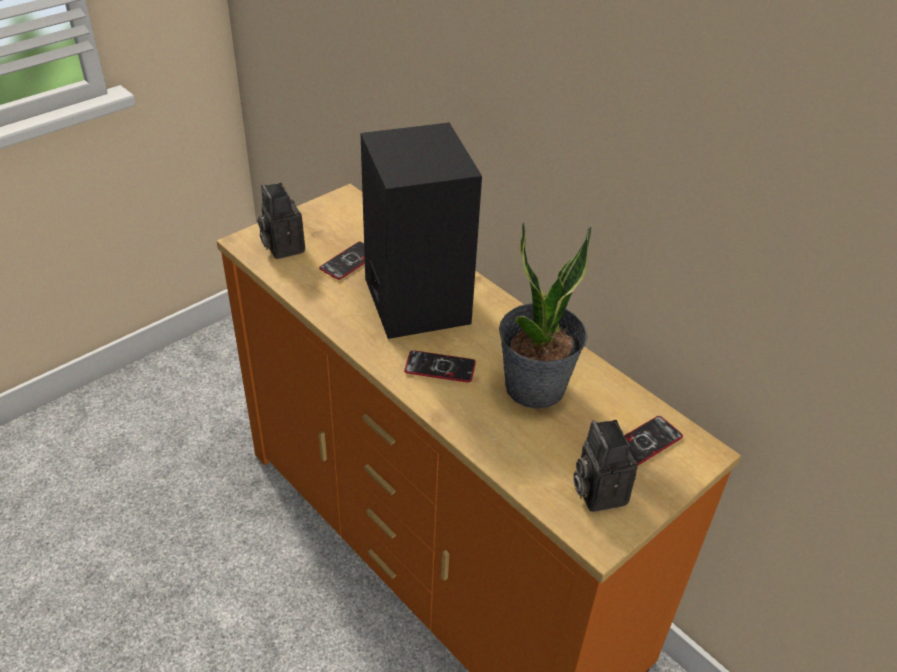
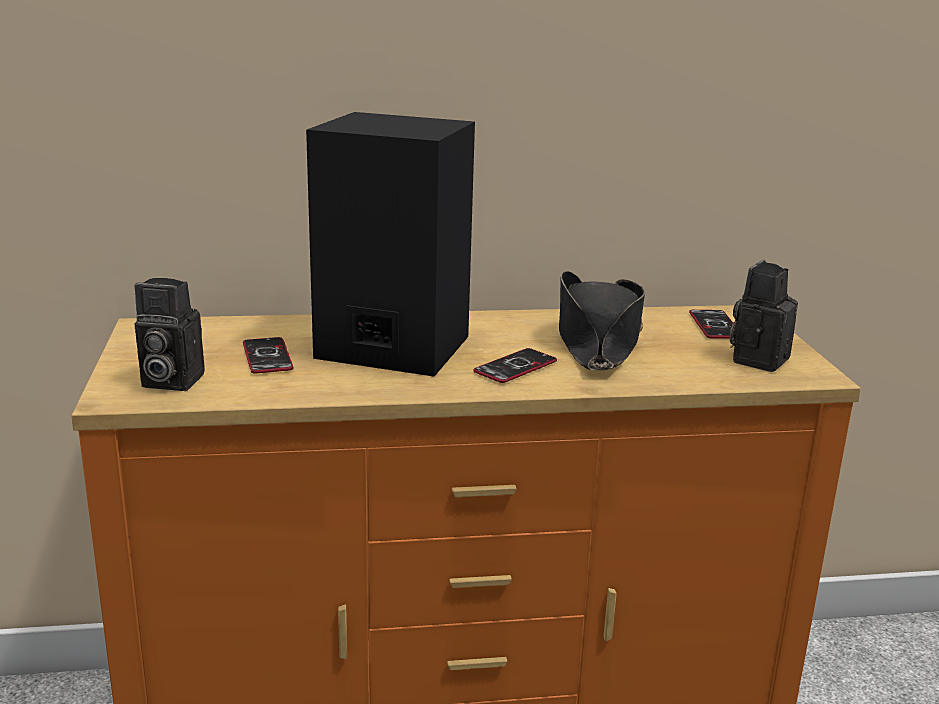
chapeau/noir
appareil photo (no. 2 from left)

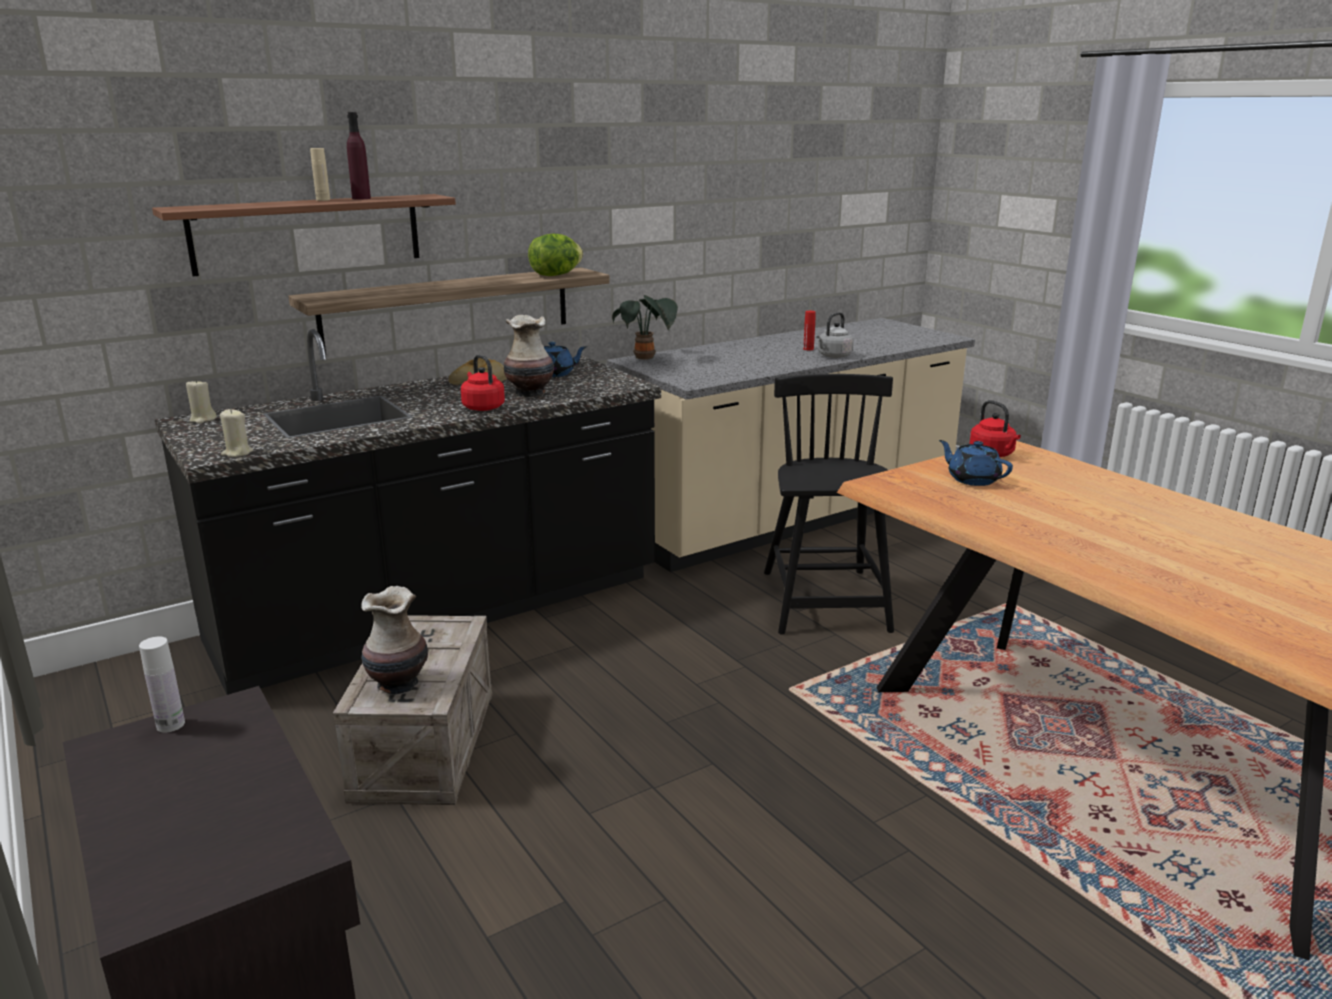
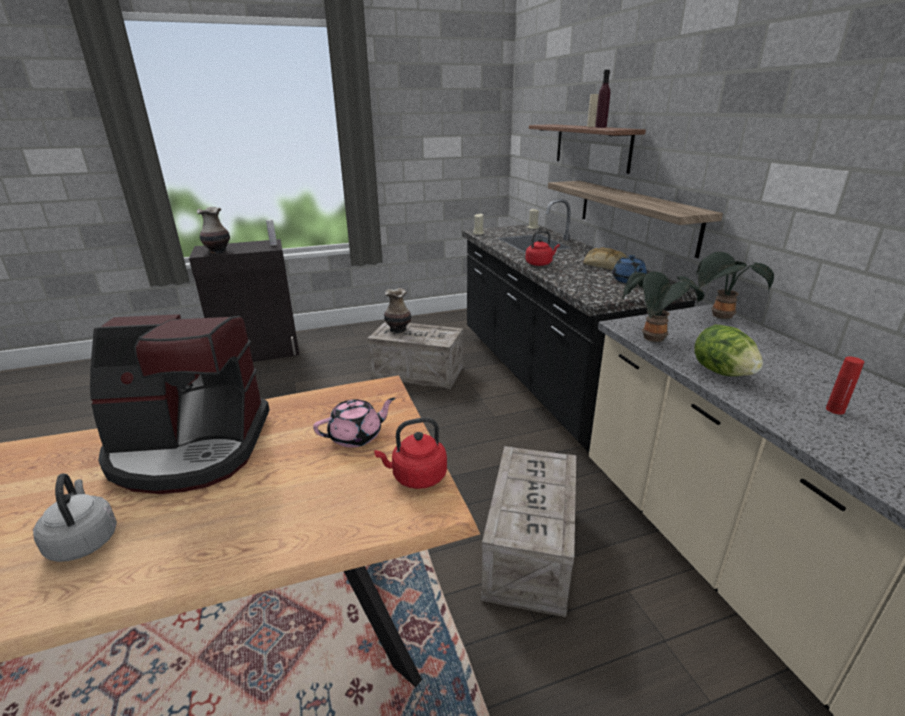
vase (no. 1 from left)
laitue
caisse (no. 2 from left)
bouilloire/gris
théière/rose
machine à café
plante en pot (no. 1 from left)

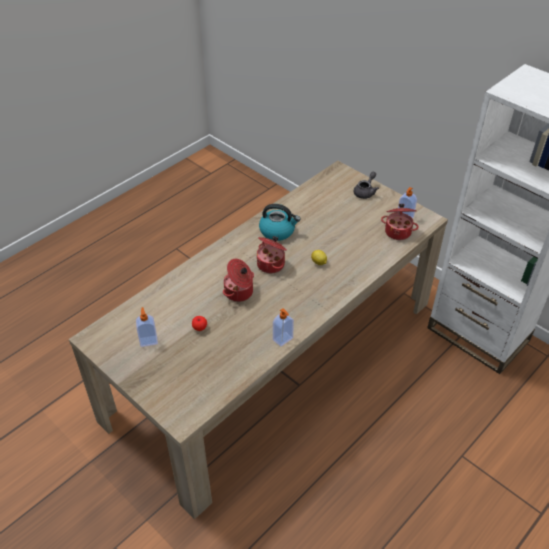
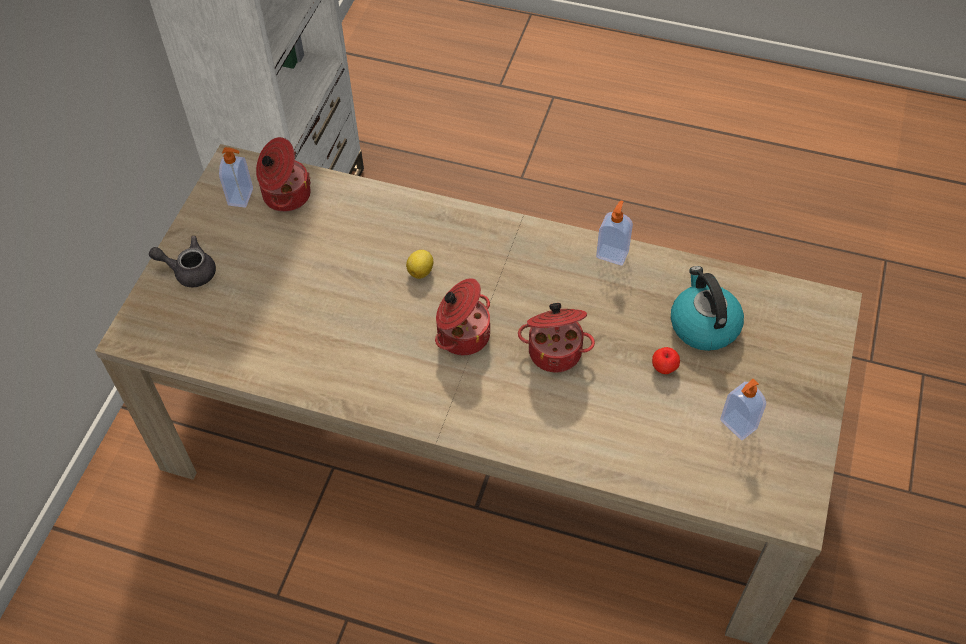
bouilloire

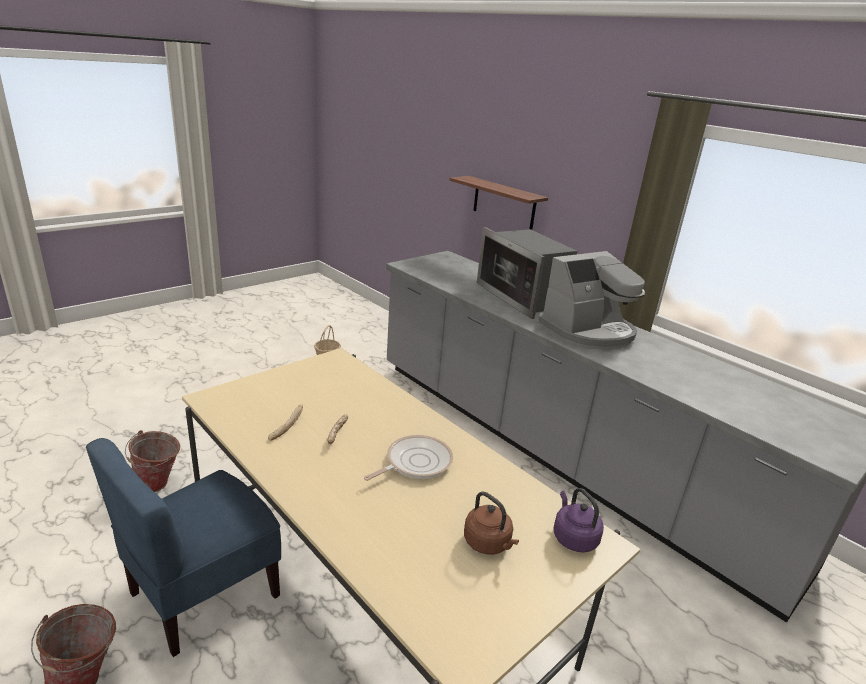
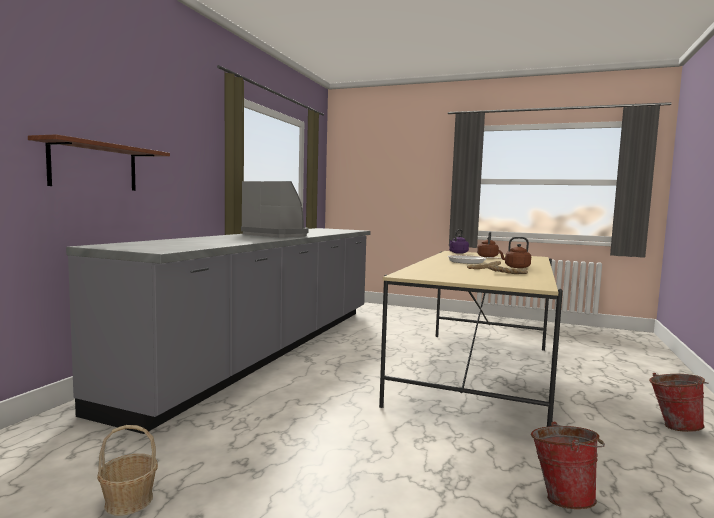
chaise/bleu
micro-ondes
bouilloire/marron (no. 2 from left)

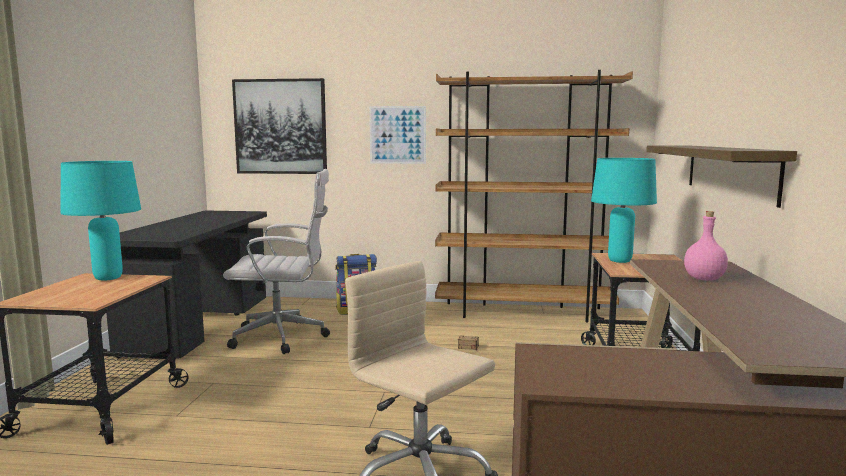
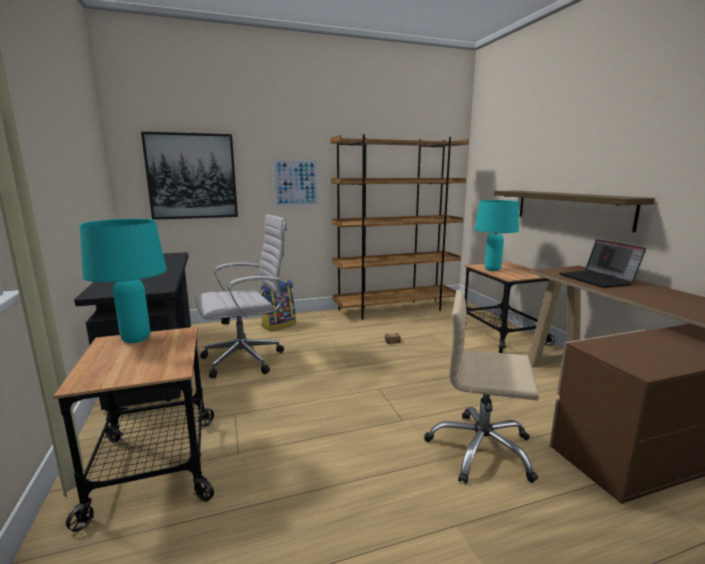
ordinateur portable

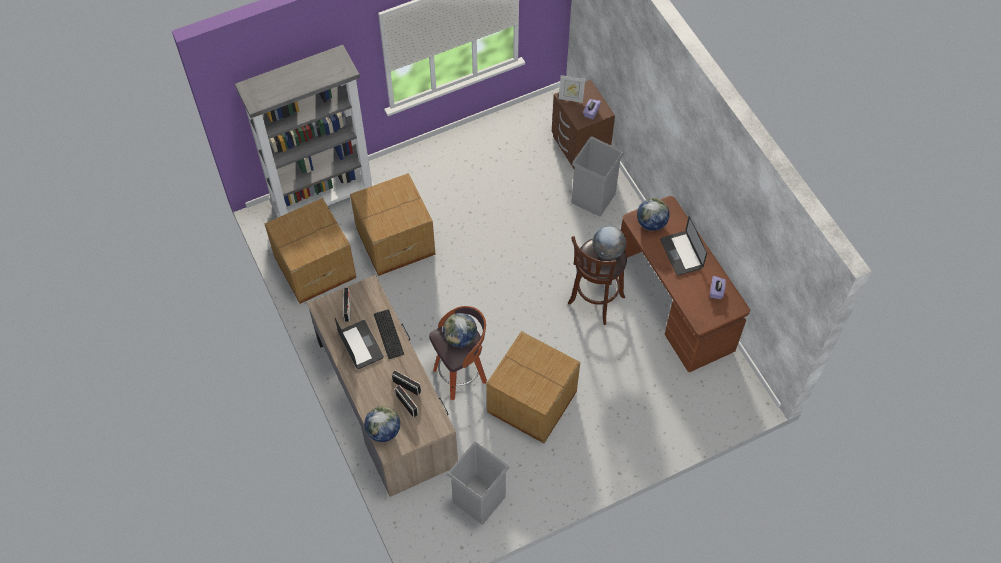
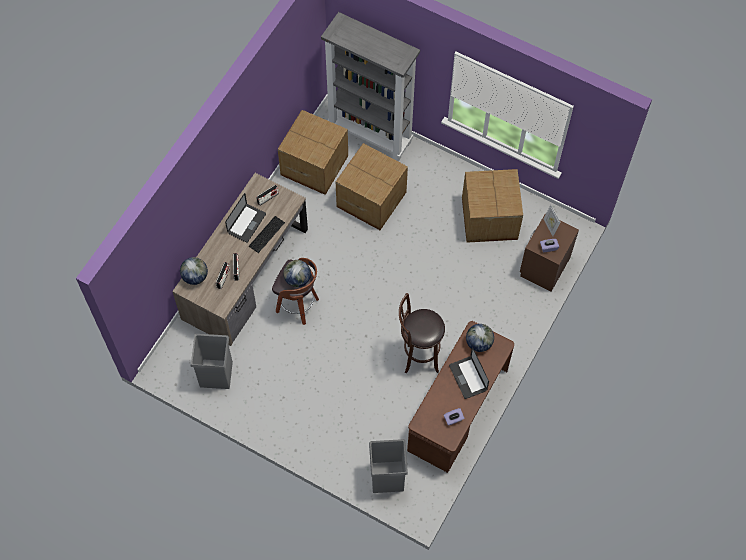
carton (no. 3 from left)
poubelle/gris (no. 2 from left)
globe (no. 3 from left in the first image)
ordinateur portable (no. 2 from left)

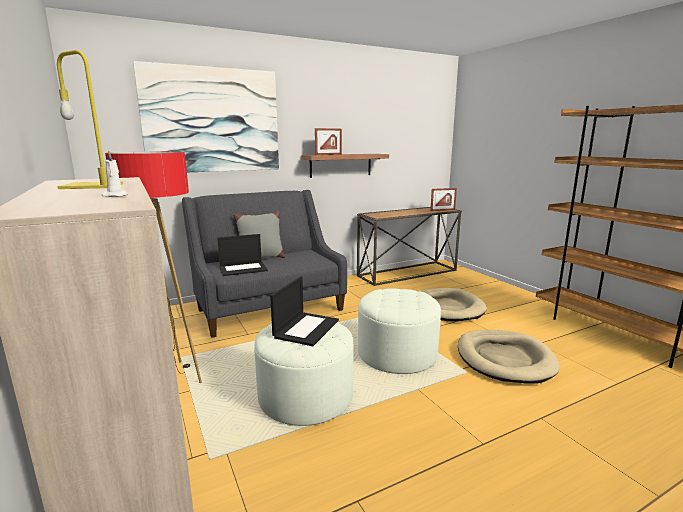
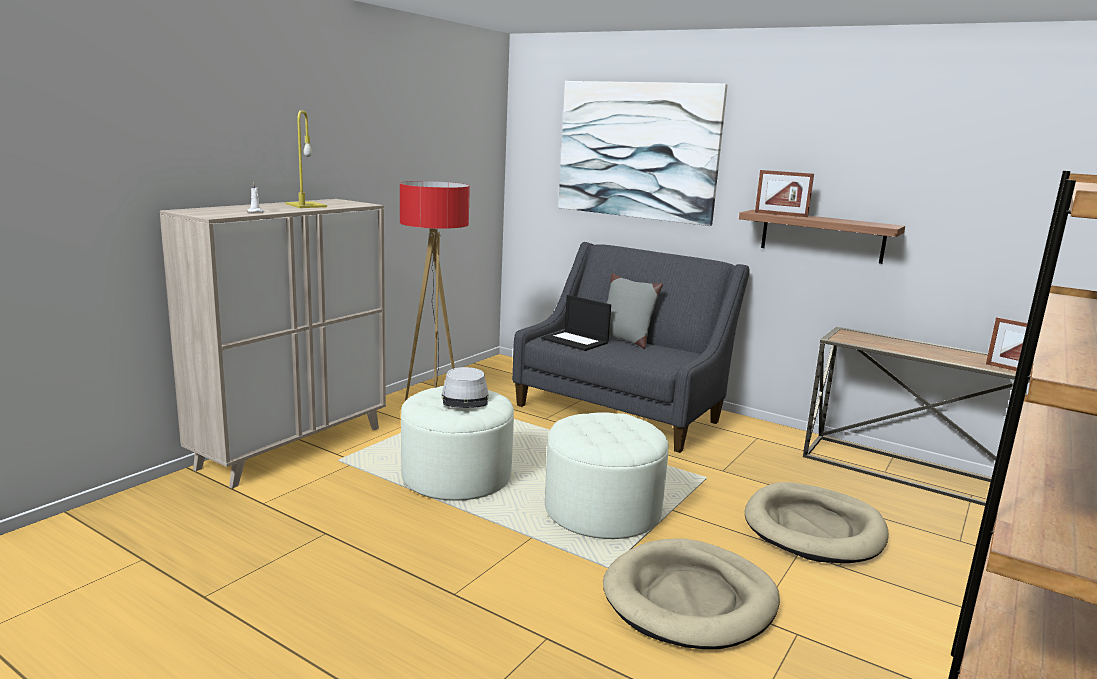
chapeau/gris

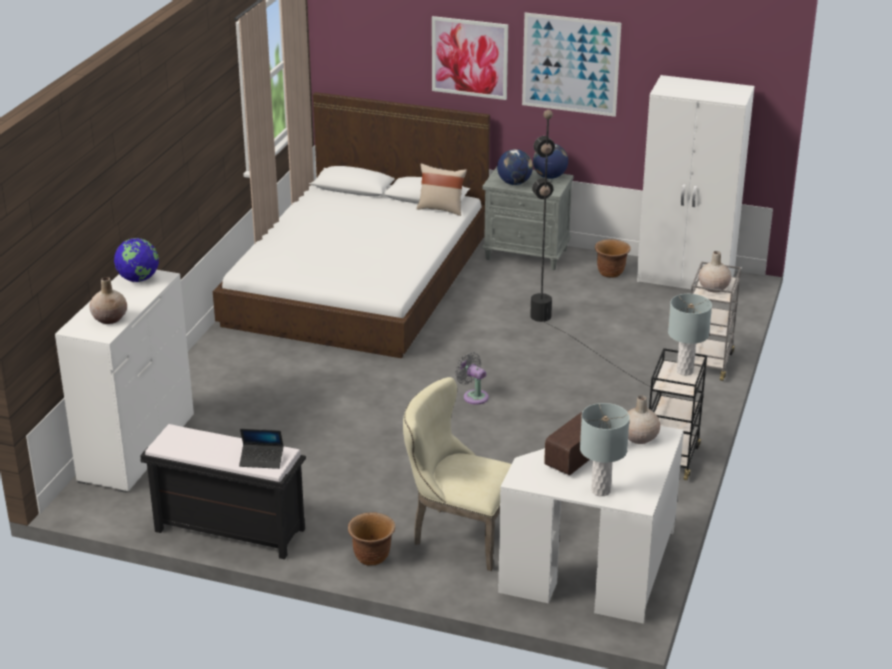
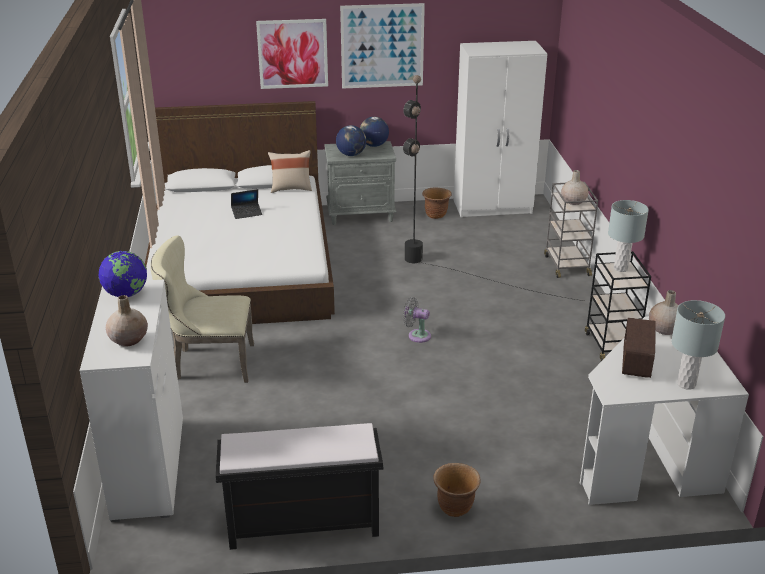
ordinateur portable
chaise/beige

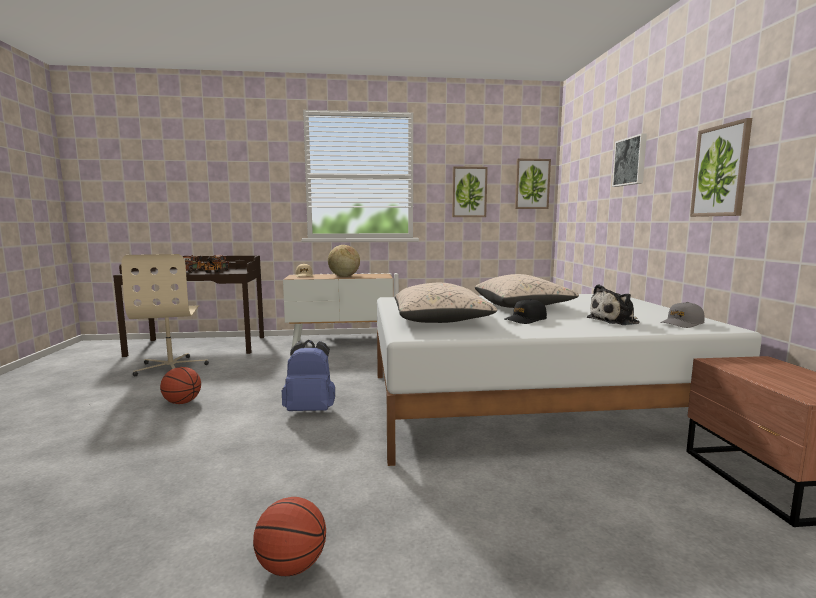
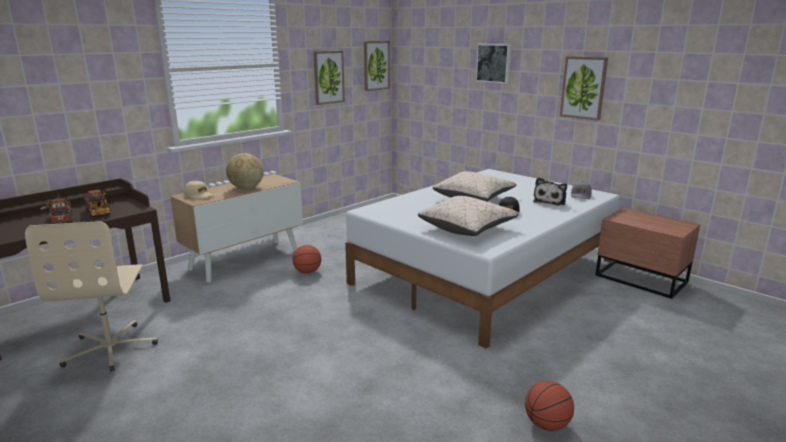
chaise de bureau/beige
ballon de basket (no. 1 from left)
sac à dos/bleu

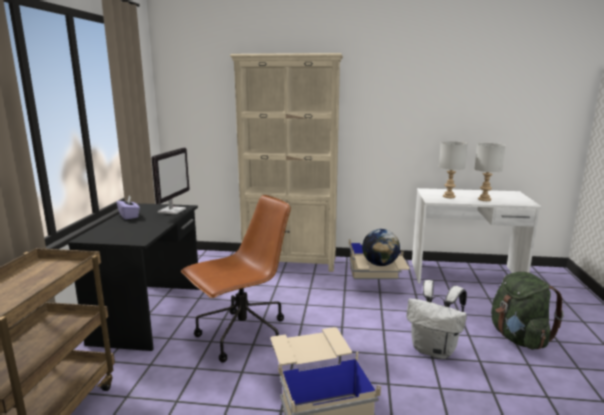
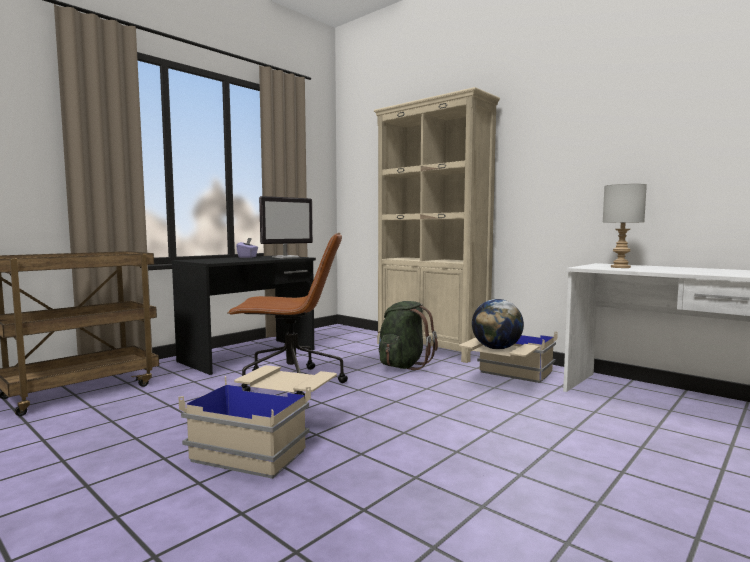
sac à dos/blanc
lampe de table/gris (no. 2 from left in the first image)
sac à dos/vert

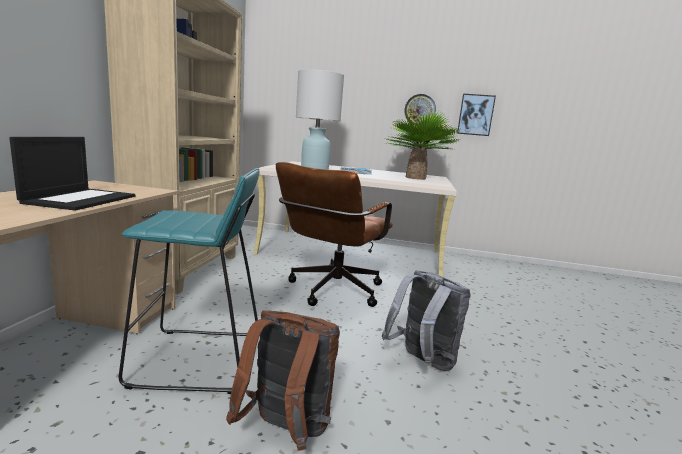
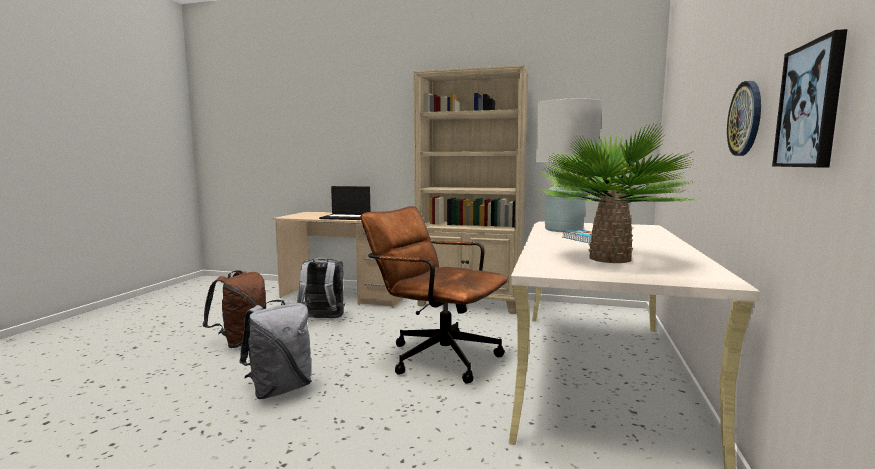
sac à dos/gris (no. 2 from left)

